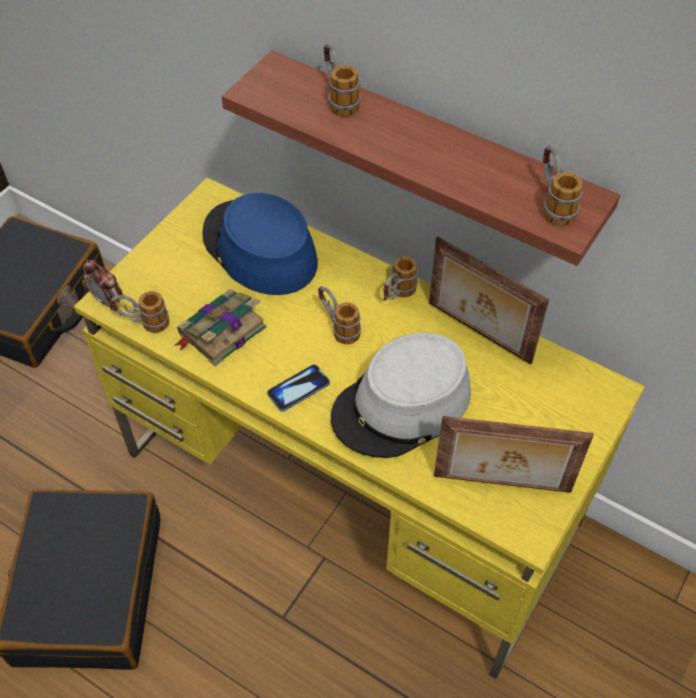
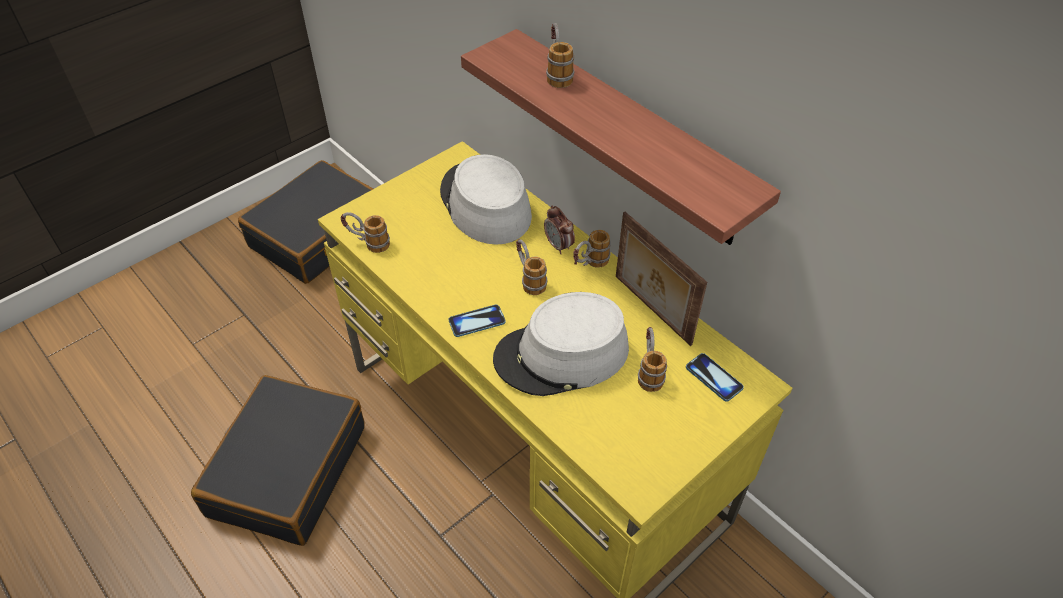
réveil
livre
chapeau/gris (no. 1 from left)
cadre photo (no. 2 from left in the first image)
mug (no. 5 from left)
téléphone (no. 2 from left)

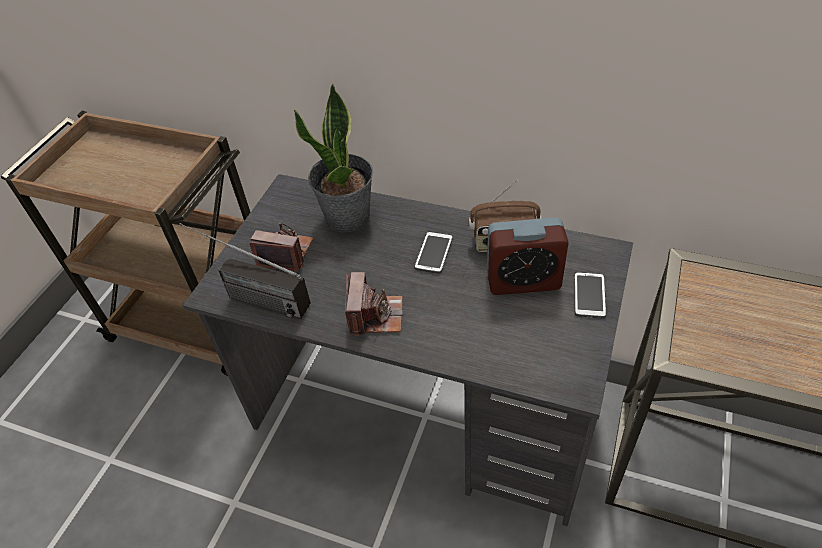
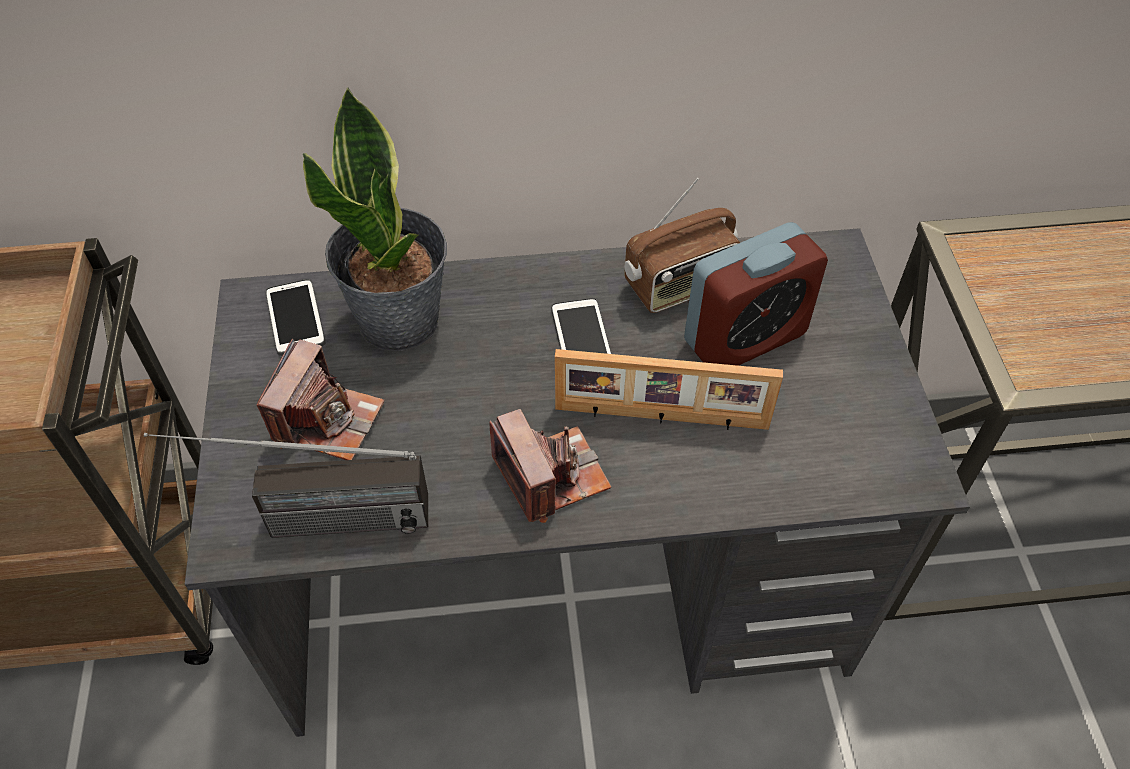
appareil photo (no. 1 from left)
téléphone (no. 1 from left)
cadre photo

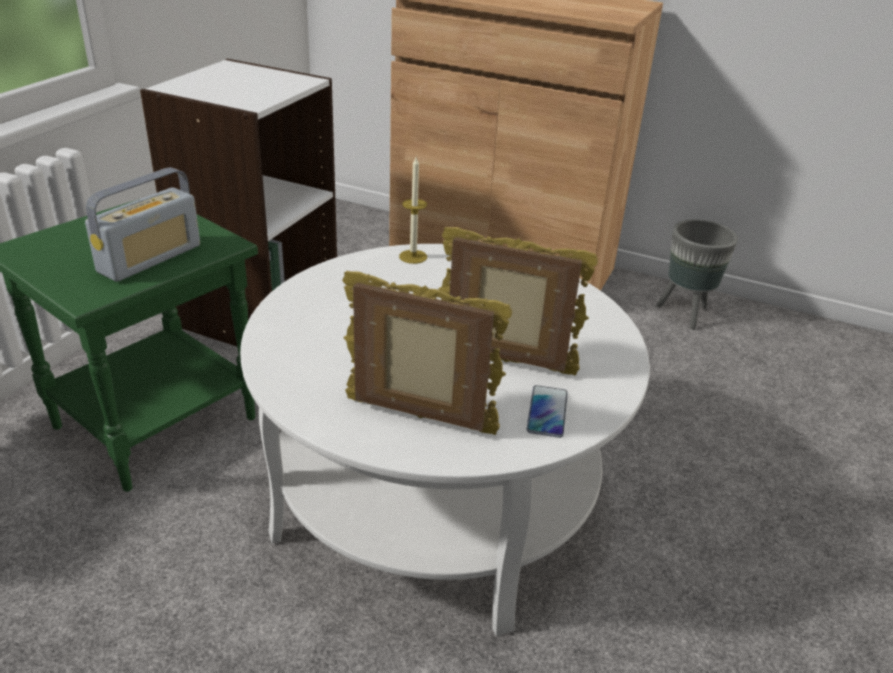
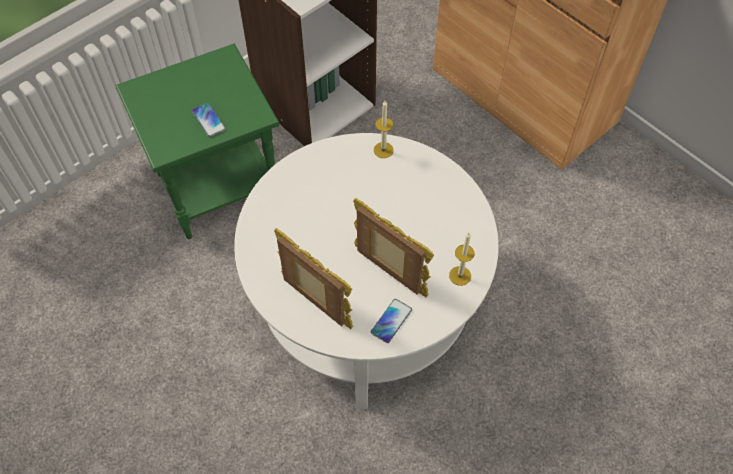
téléphone (no. 1 from left)
cache-pot/gris
bougie (no. 2 from left)

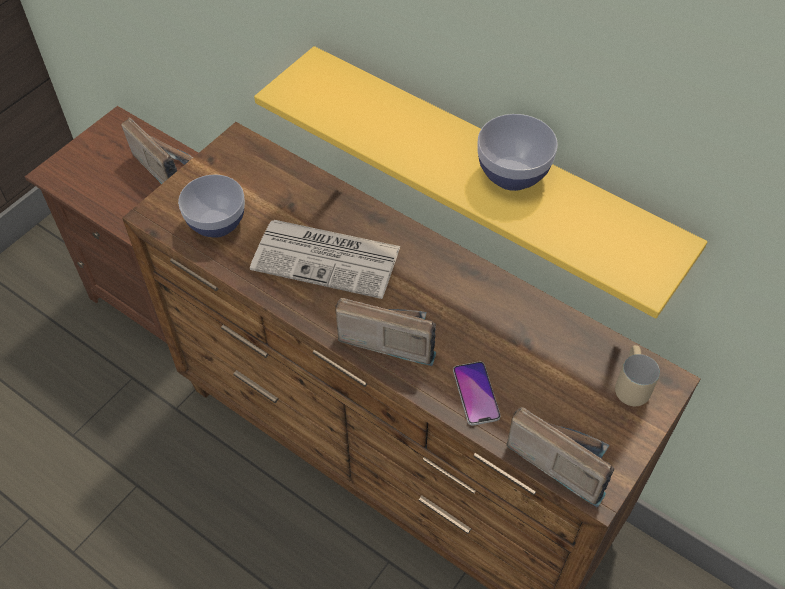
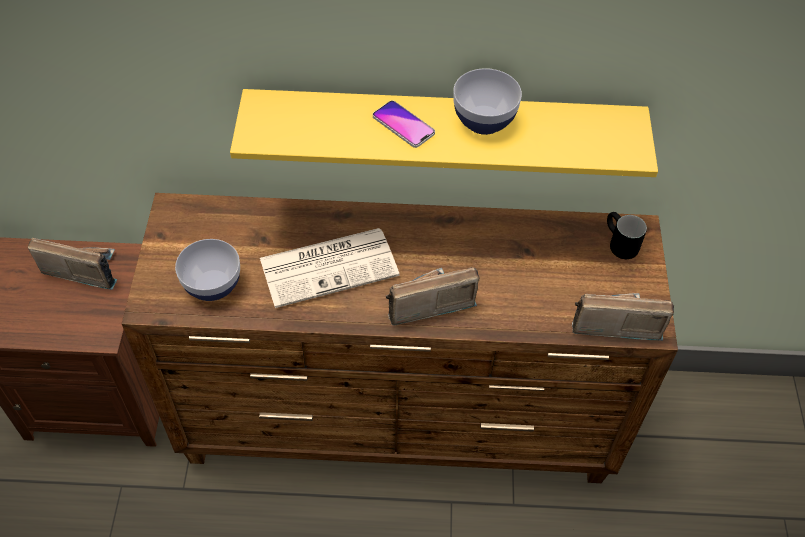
téléphone
mug/noir

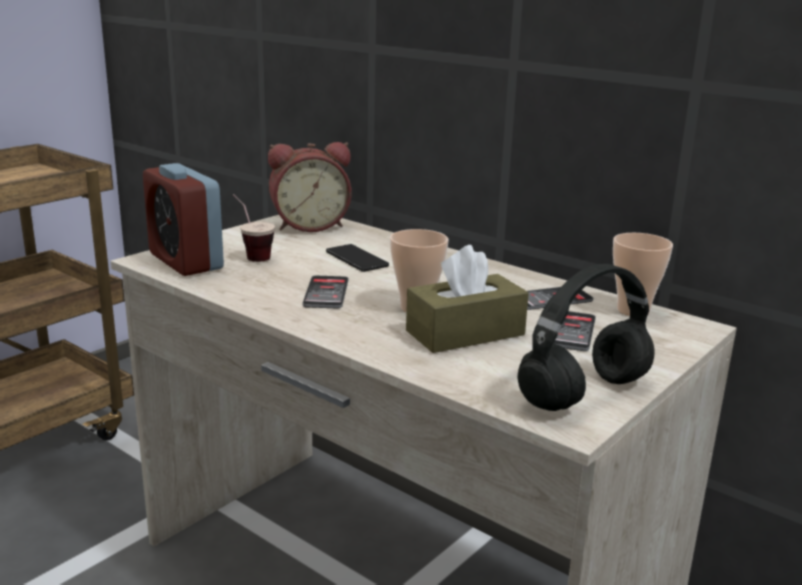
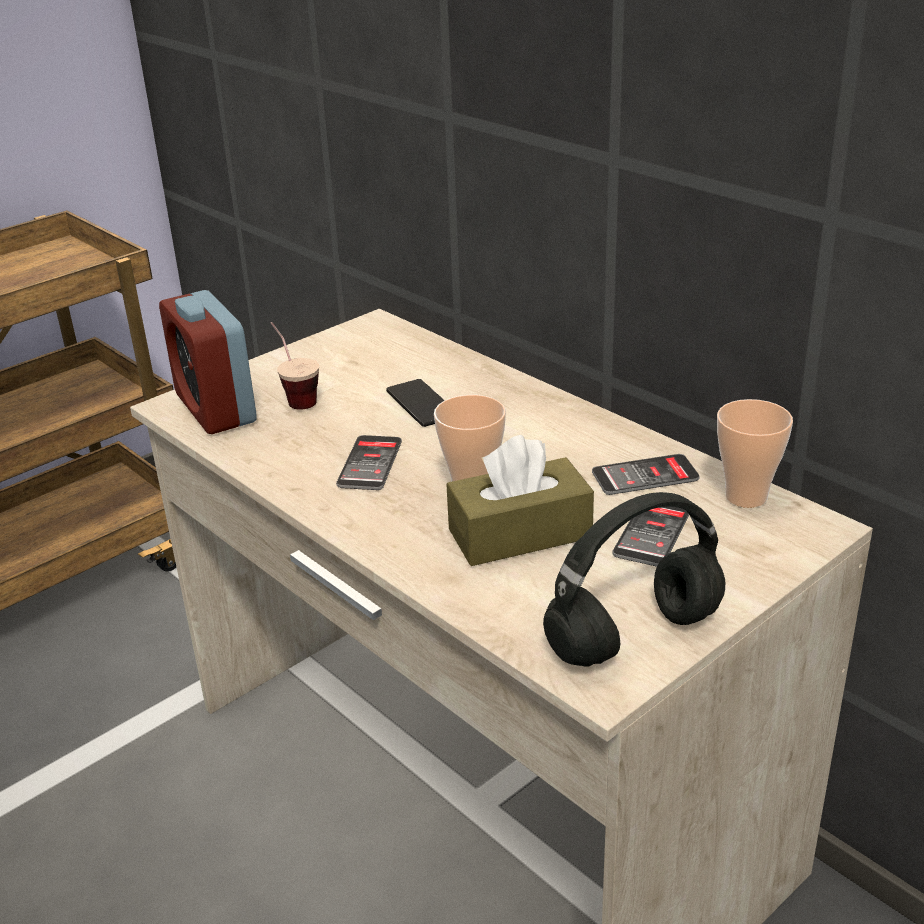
réveil (no. 2 from left in the first image)

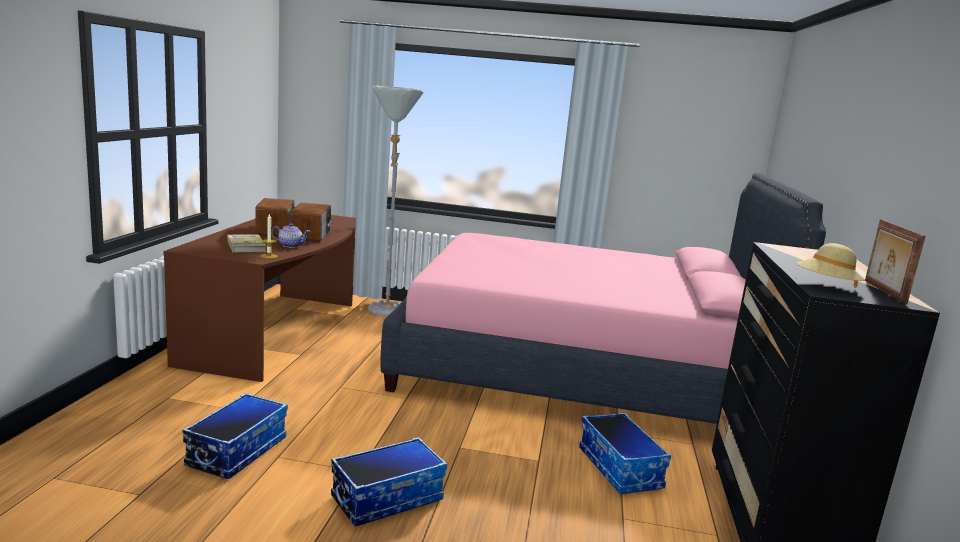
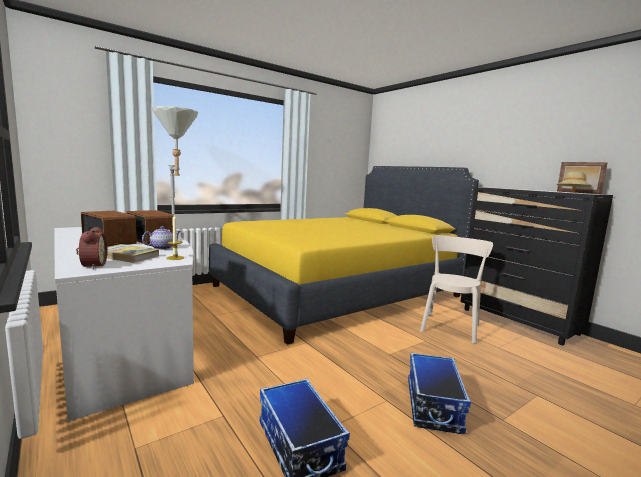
bureau/blanc
lit/jaune
chaise/beige
réveil

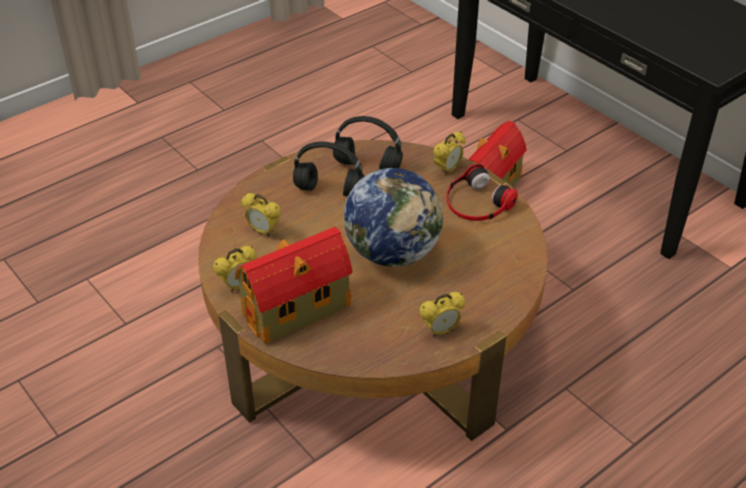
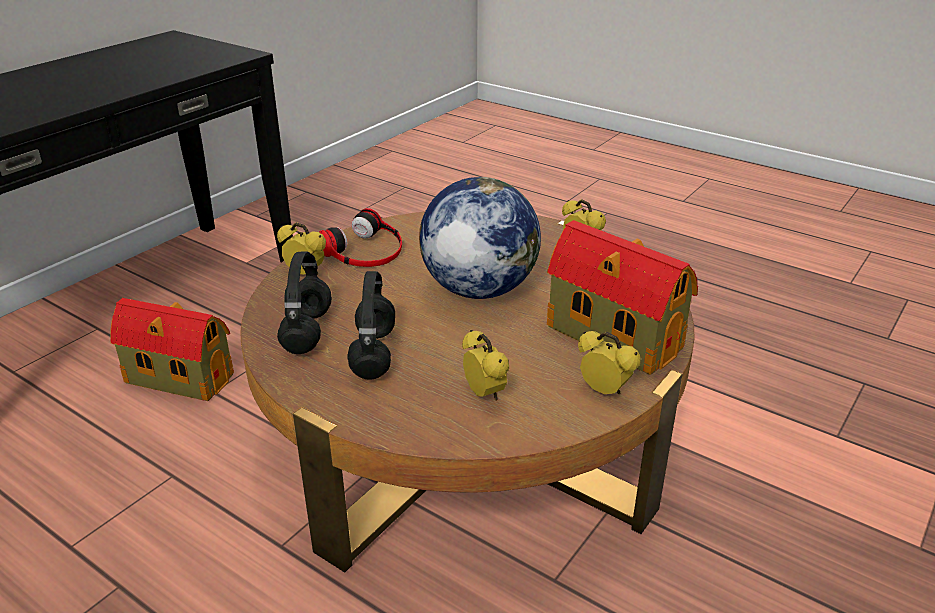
réveil (no. 2 from left)

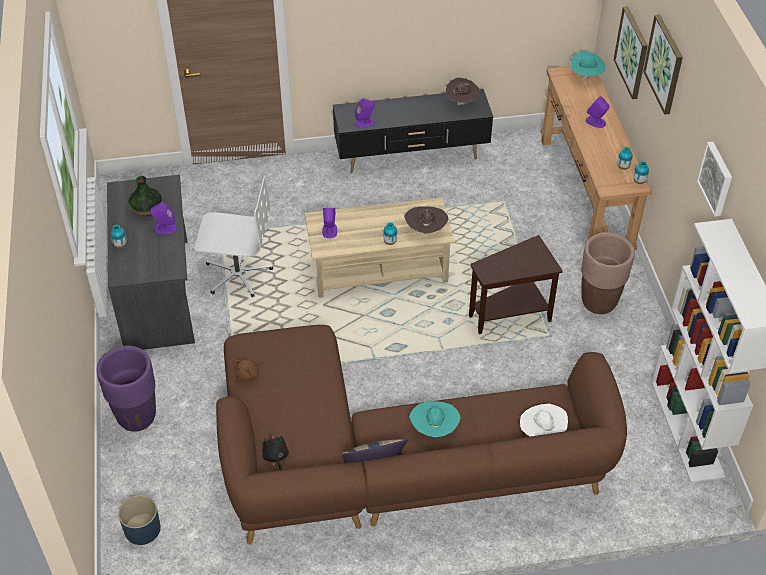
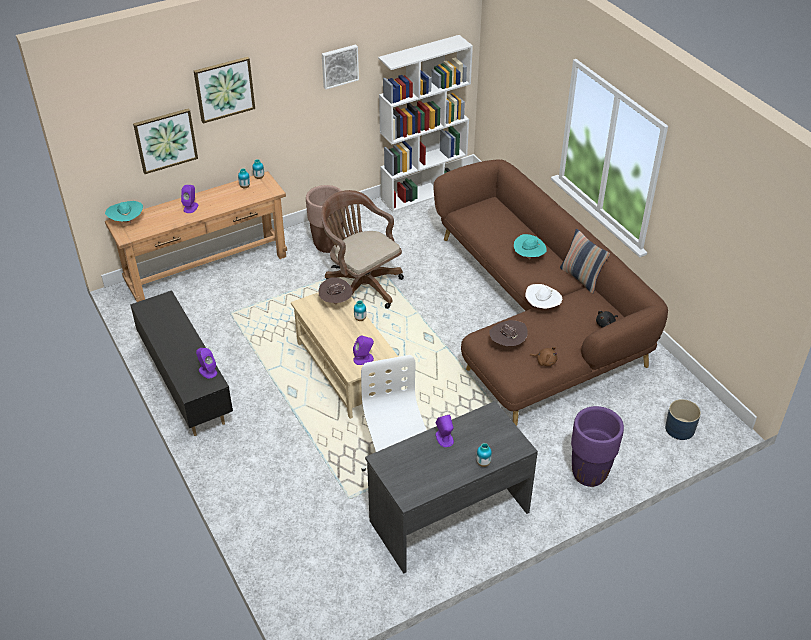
vase (no. 2 from left in the first image)
chapeau/marron (no. 2 from left)
chaise de bureau/marron
chapeau/blanc

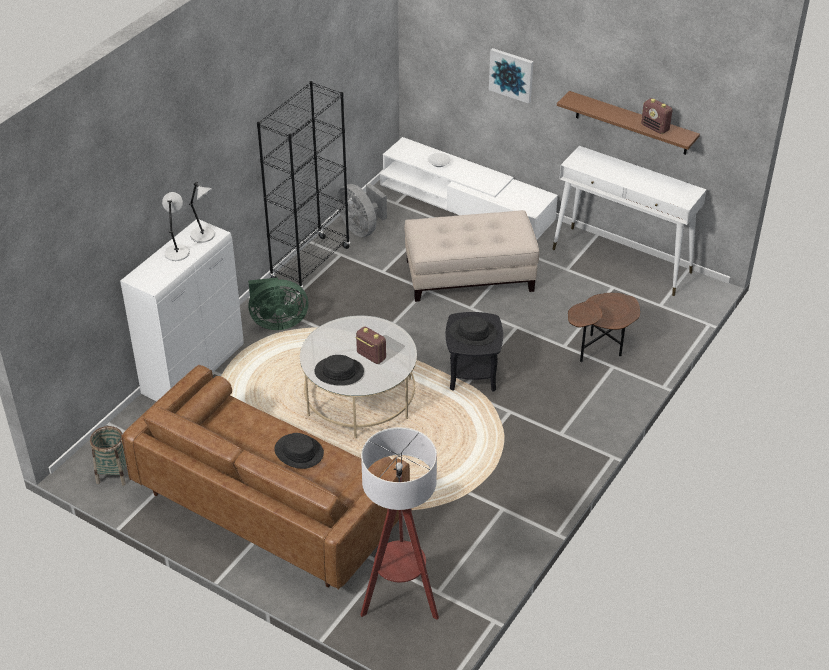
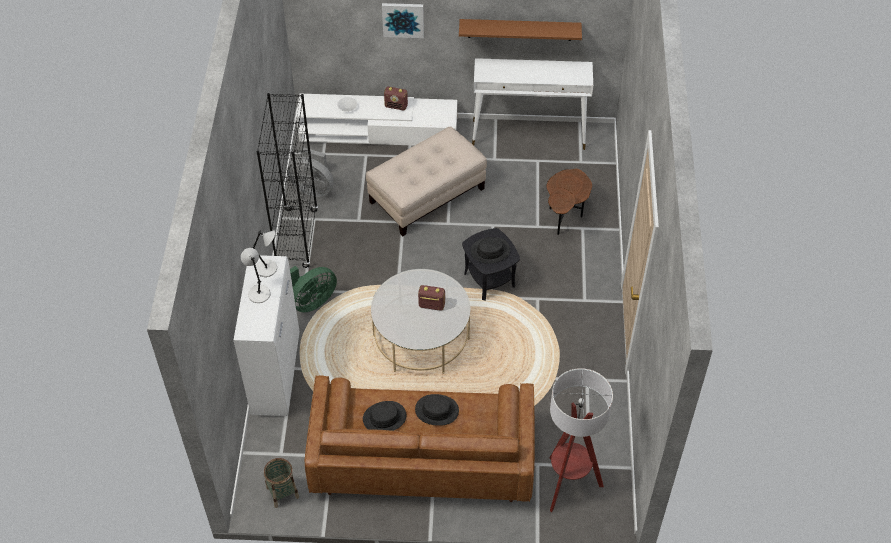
chapeau/noir (no. 1 from left)
radio (no. 1 from left)

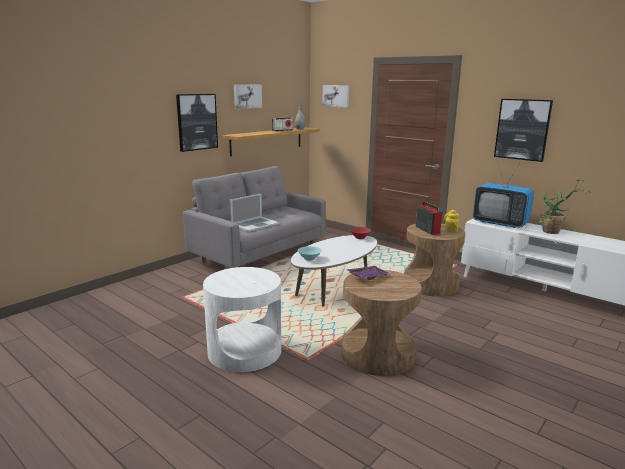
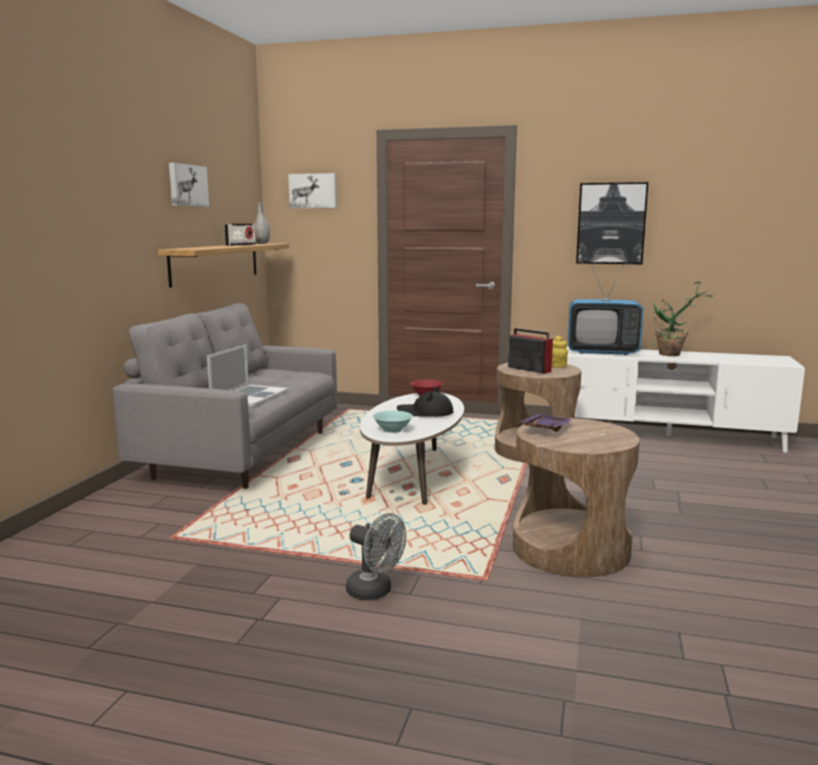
tableau (no. 1 from left in the first image)
ventilateur/gris
chapeau/noir

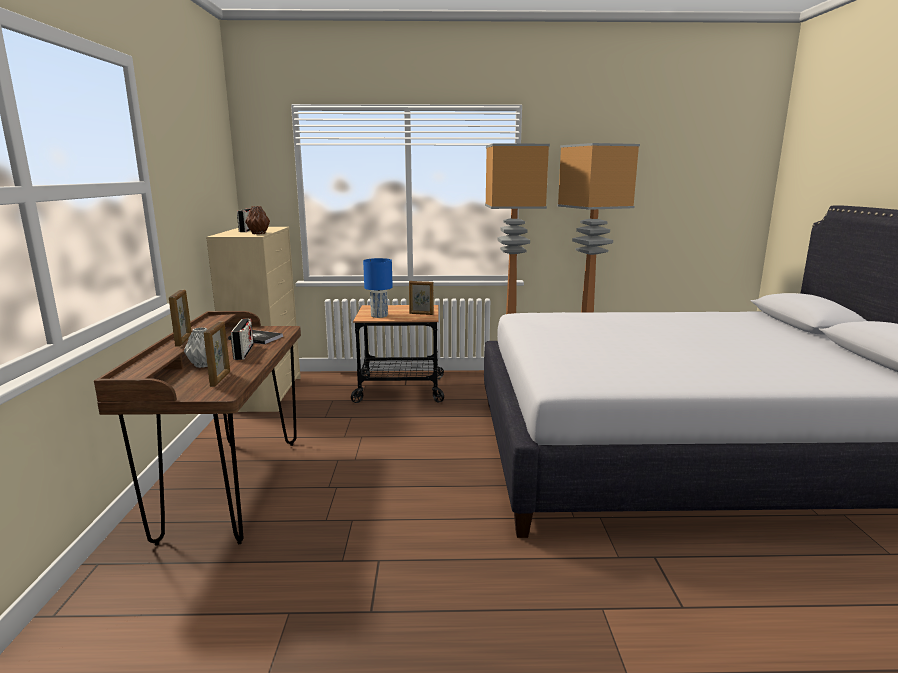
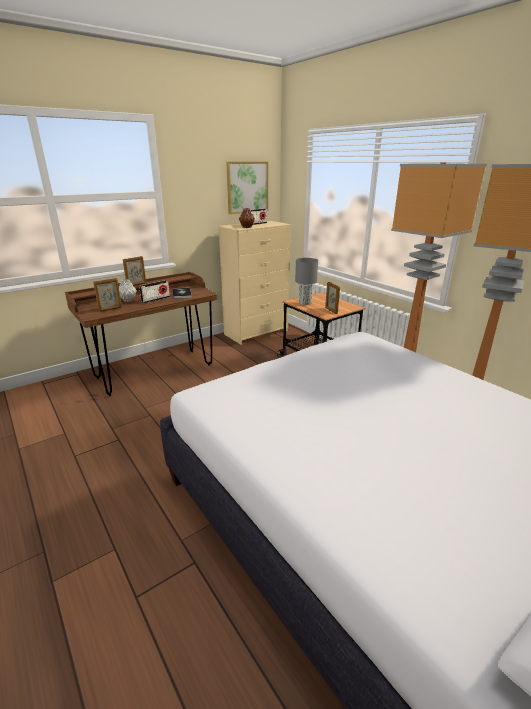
lampe de table/gris
tableau

